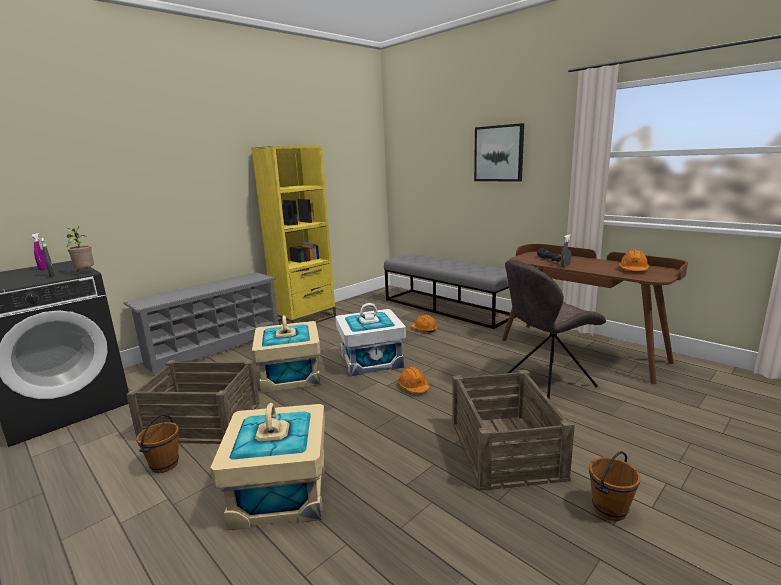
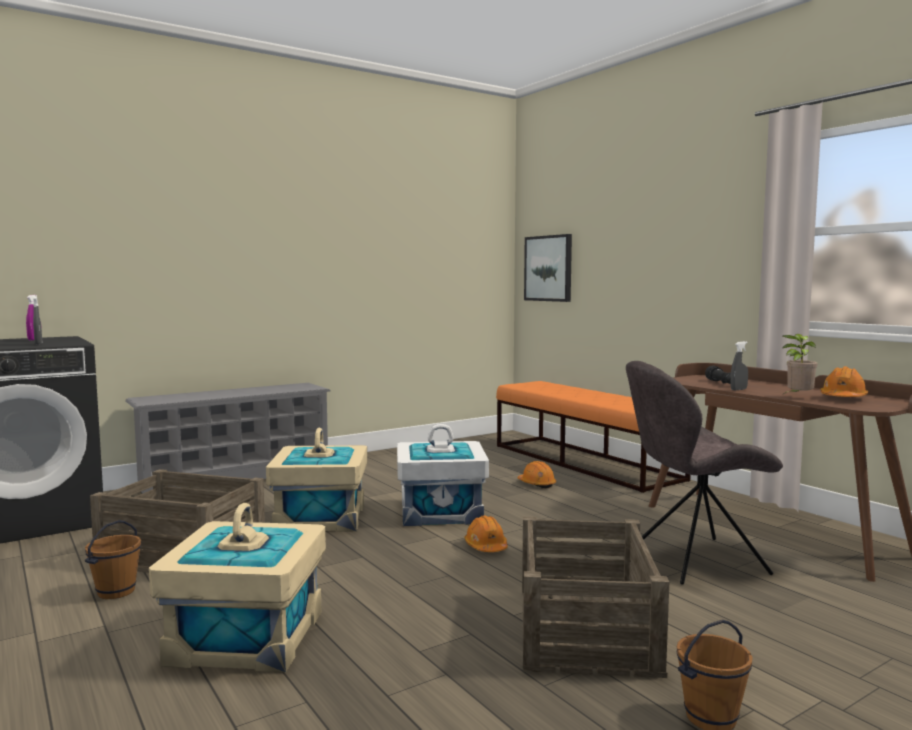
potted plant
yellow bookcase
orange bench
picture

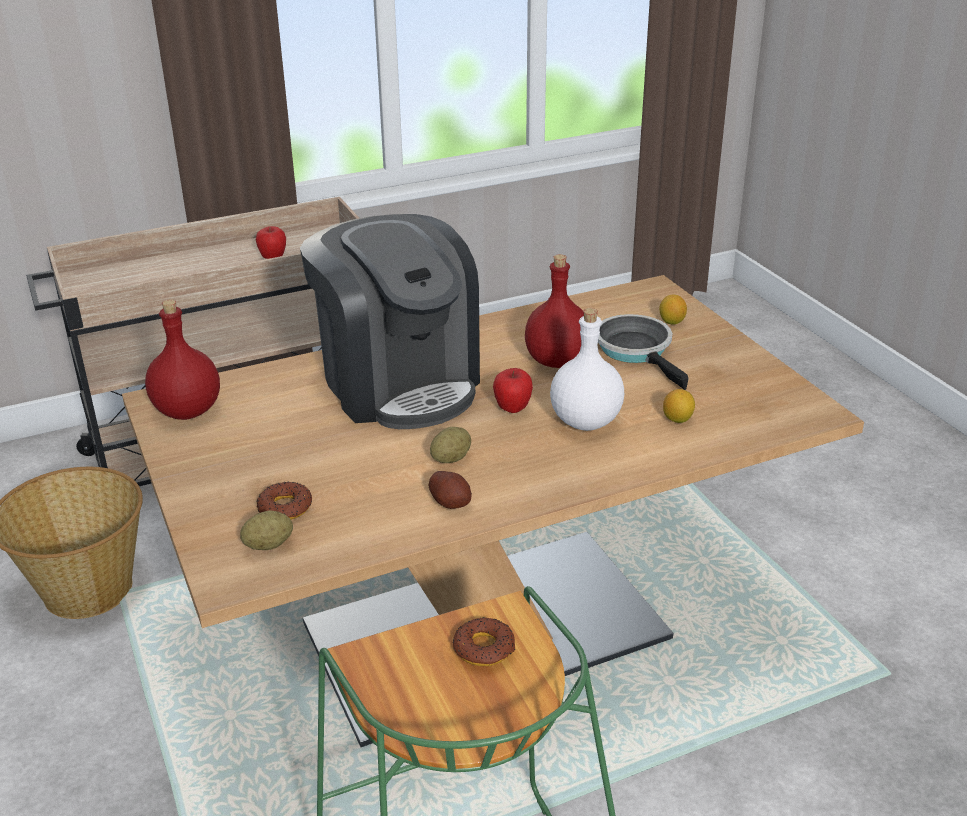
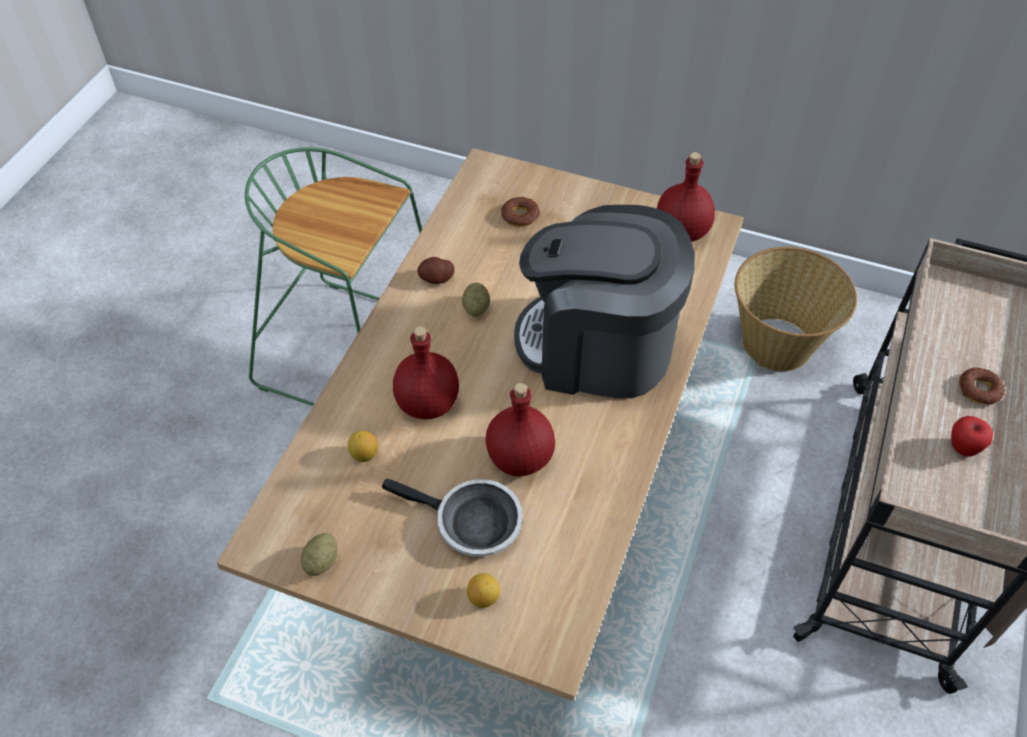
potato (no. 1 from left)
donut (no. 2 from left)
apple (no. 2 from left in the first image)
red bottle (no. 1 from left)

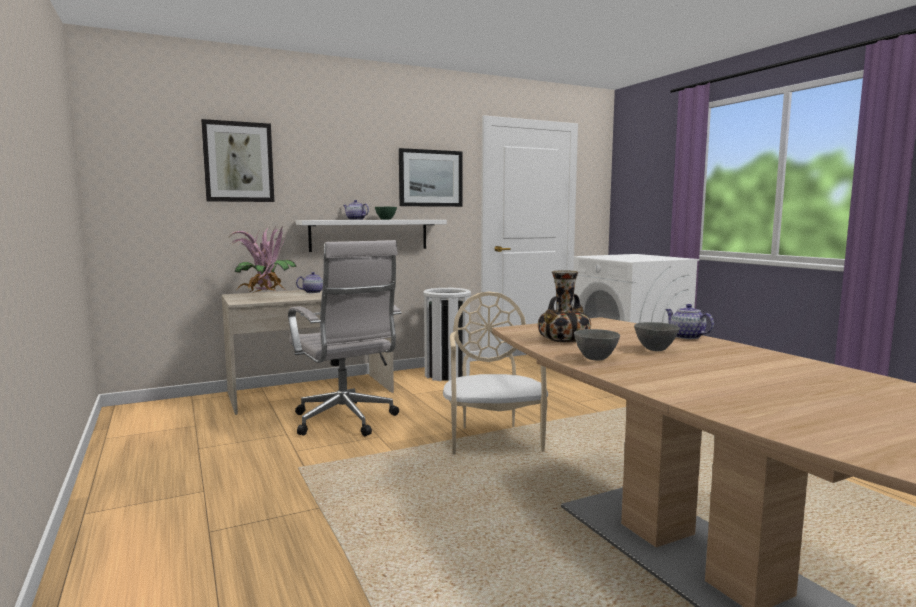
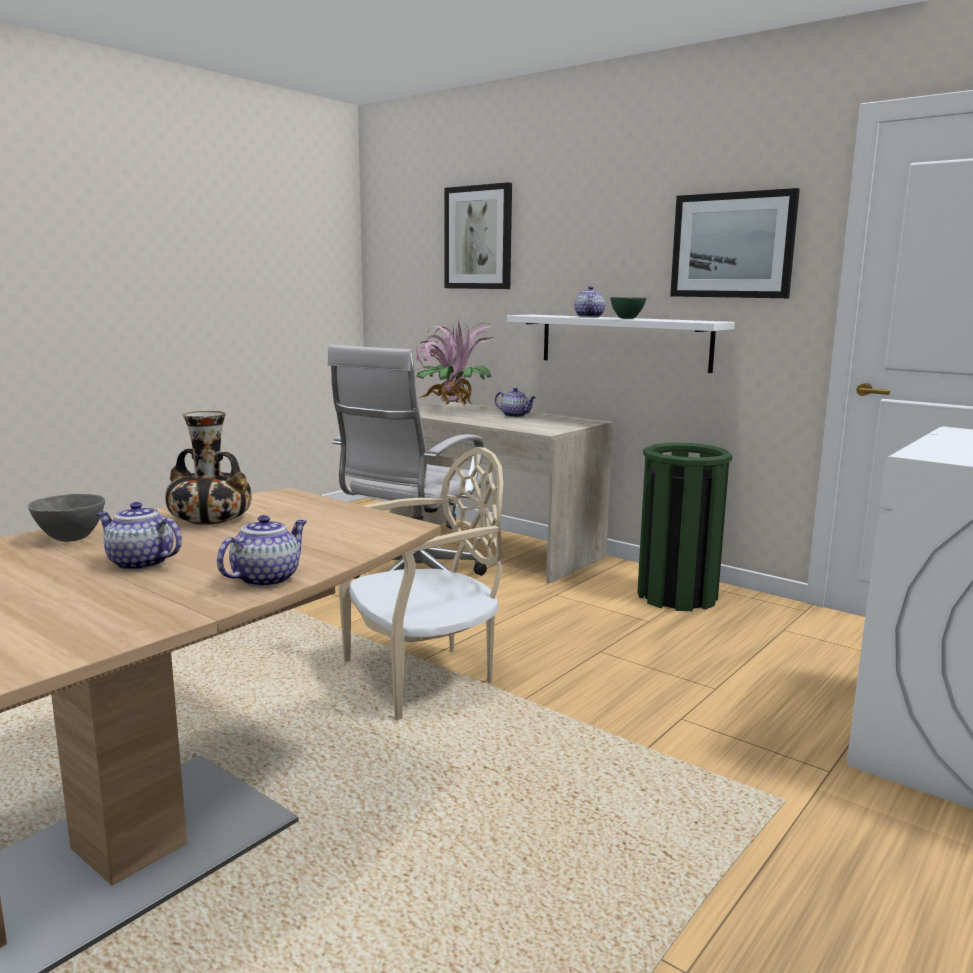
green trash can
teapot (no. 1 from left)

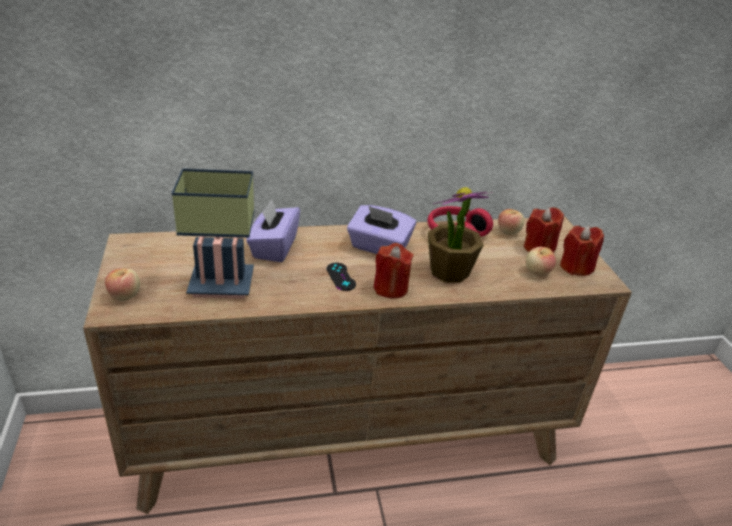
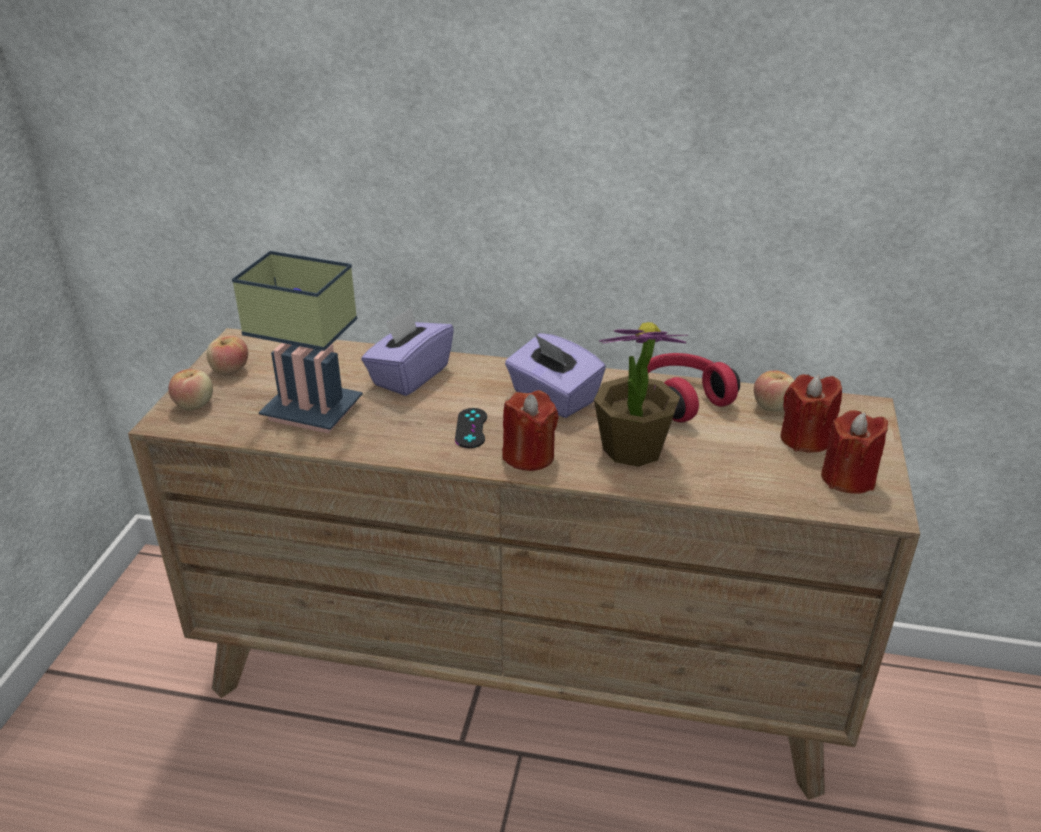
apple (no. 2 from left)

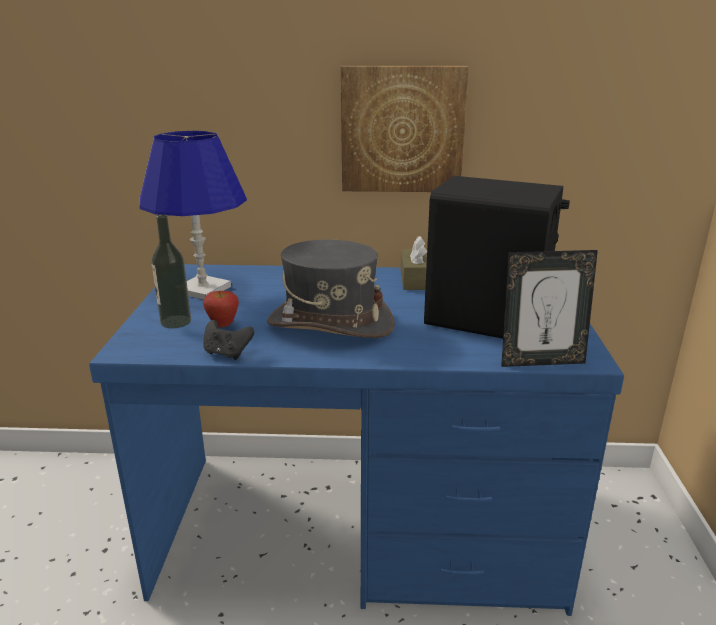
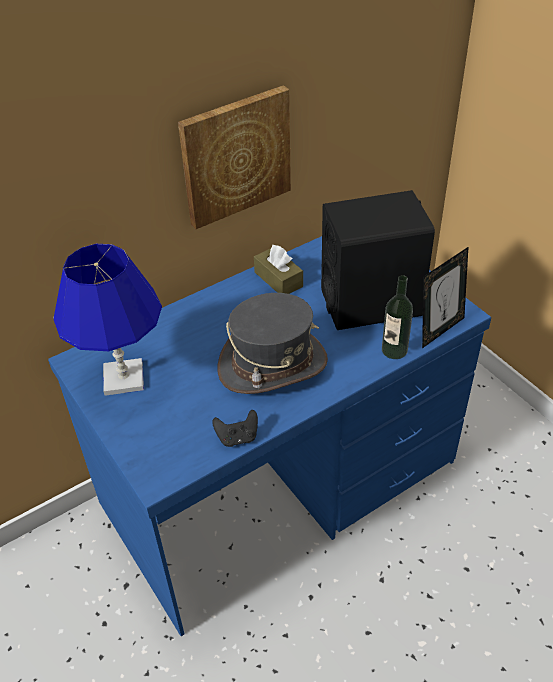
bottle
apple

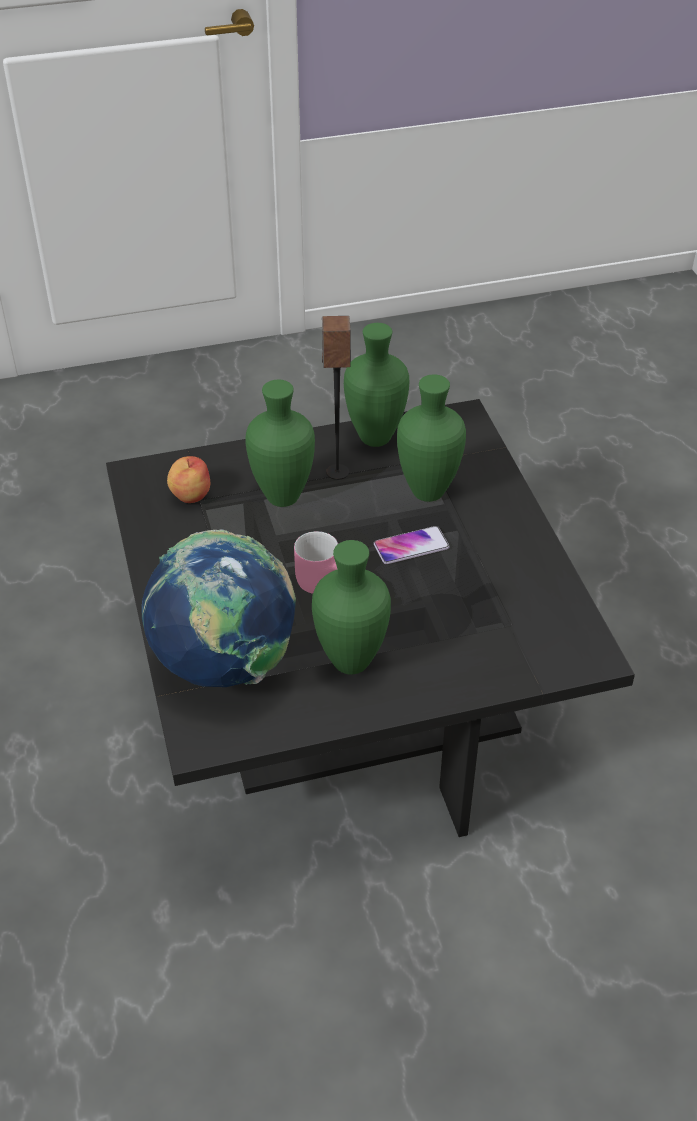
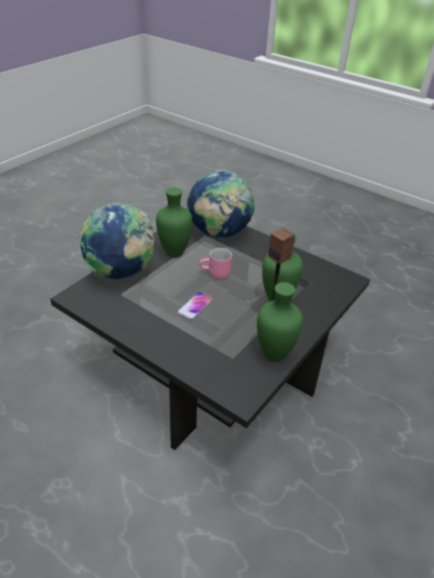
apple
green vase (no. 4 from left in the first image)
globe (no. 1 from left)

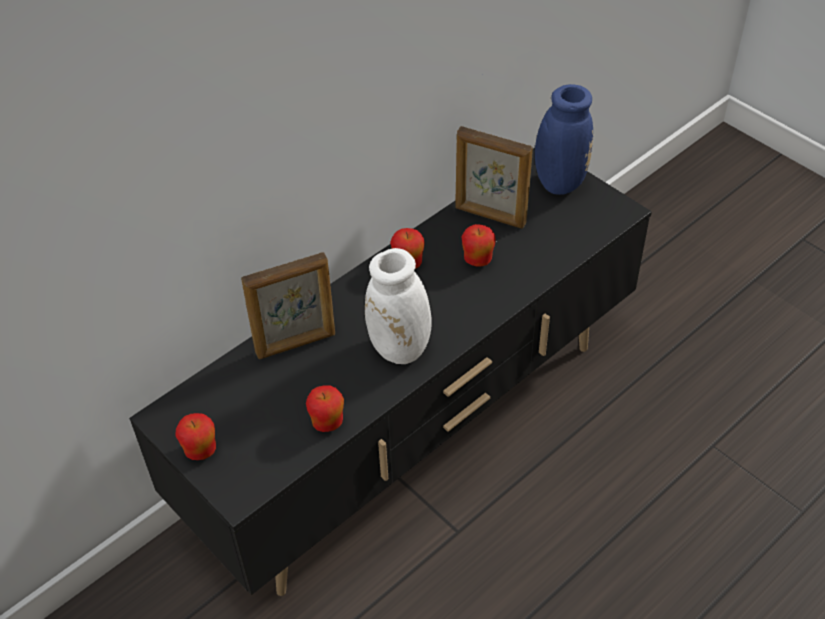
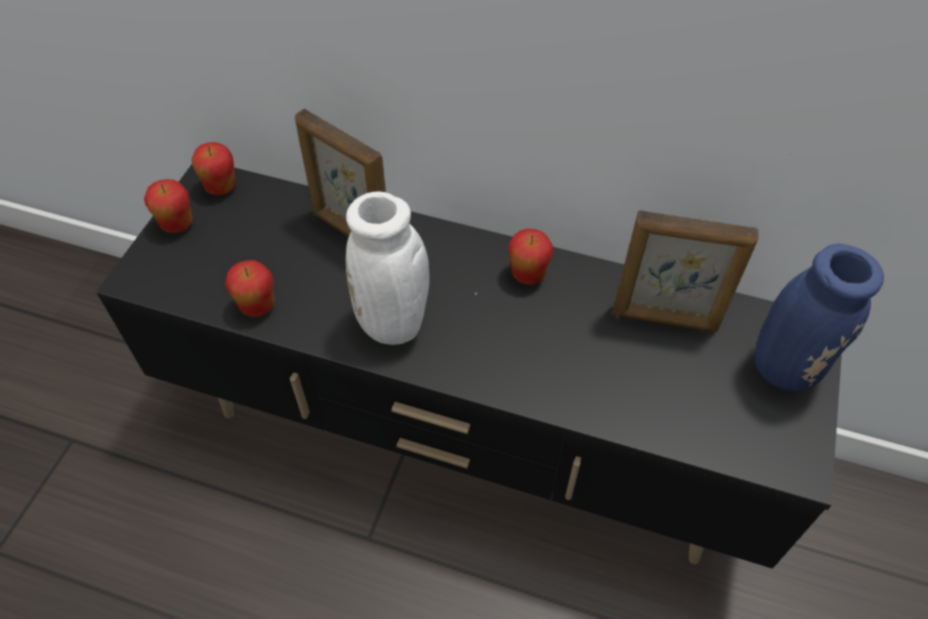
picture frame (no. 2 from left)
apple (no. 2 from left)

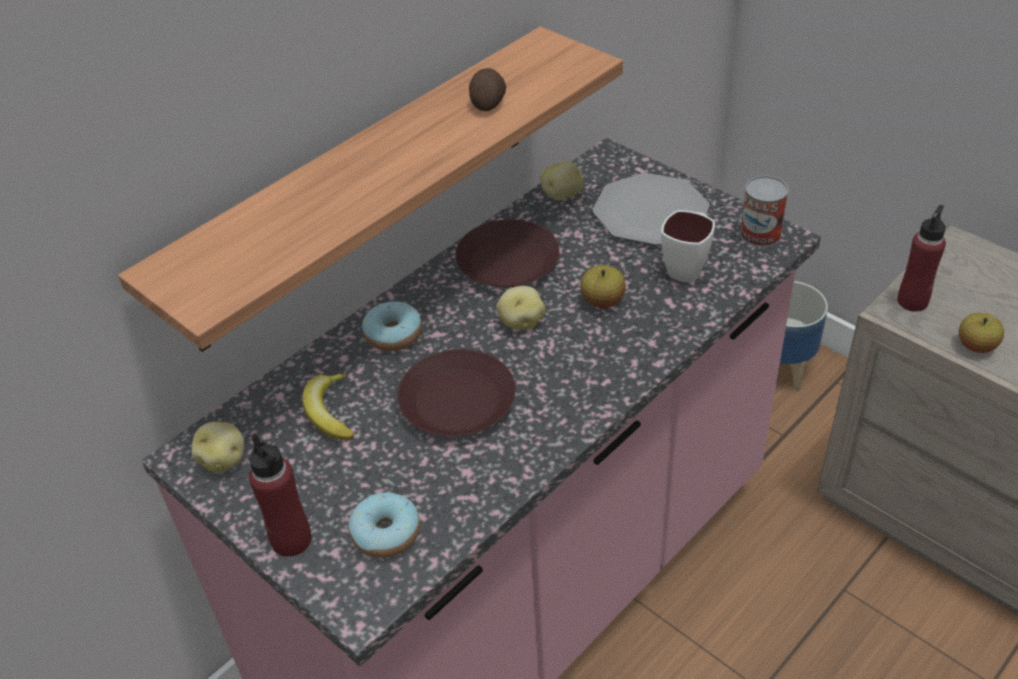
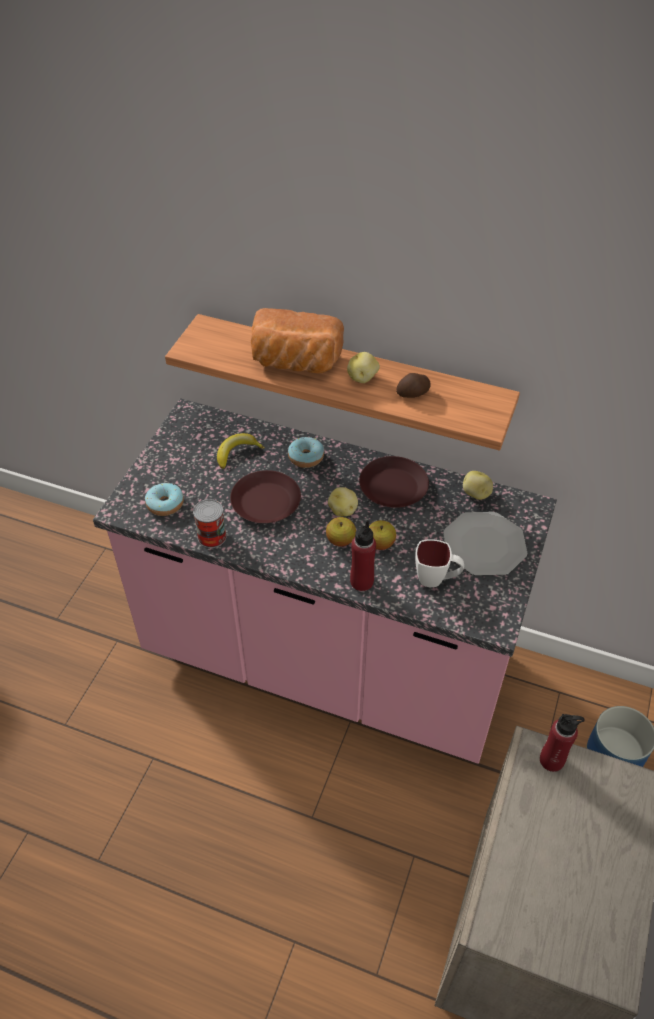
potato (no. 2 from left)
red bottle (no. 1 from left)
can
apple (no. 1 from left)
bread

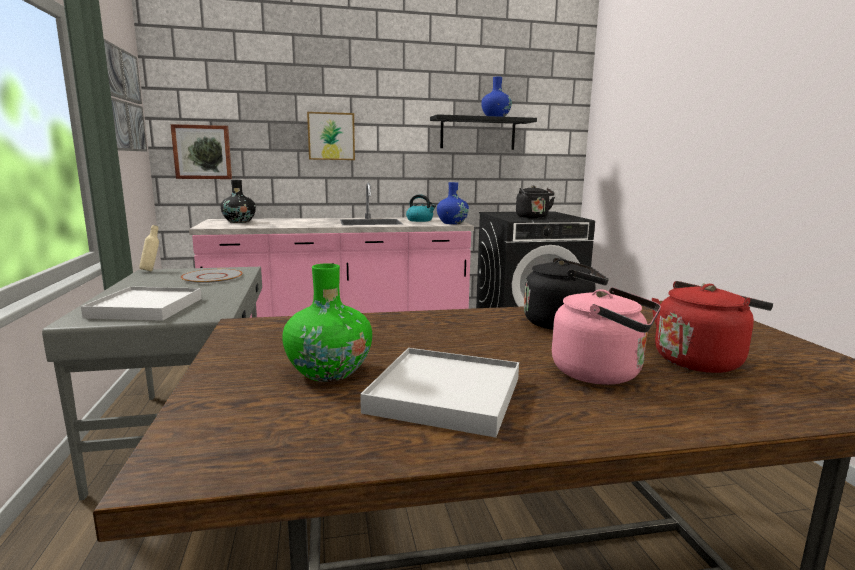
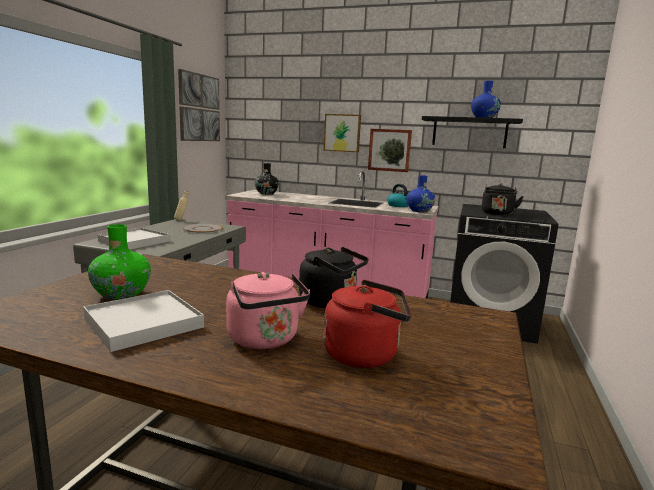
picture (no. 3 from left)

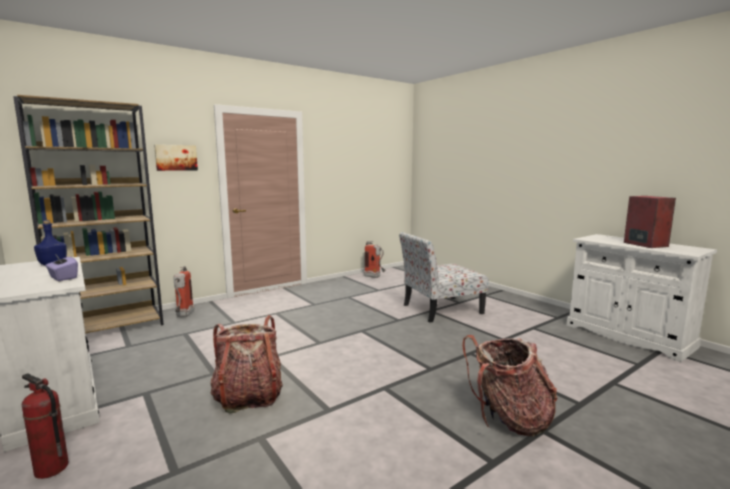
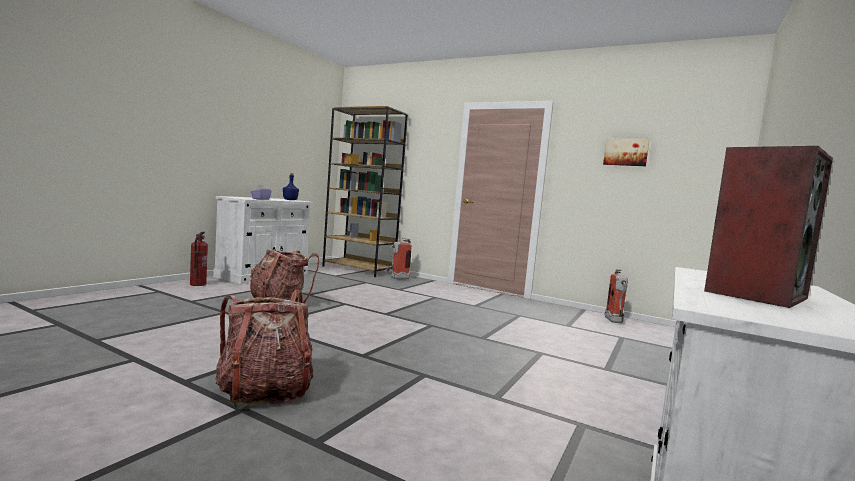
picture
chair

